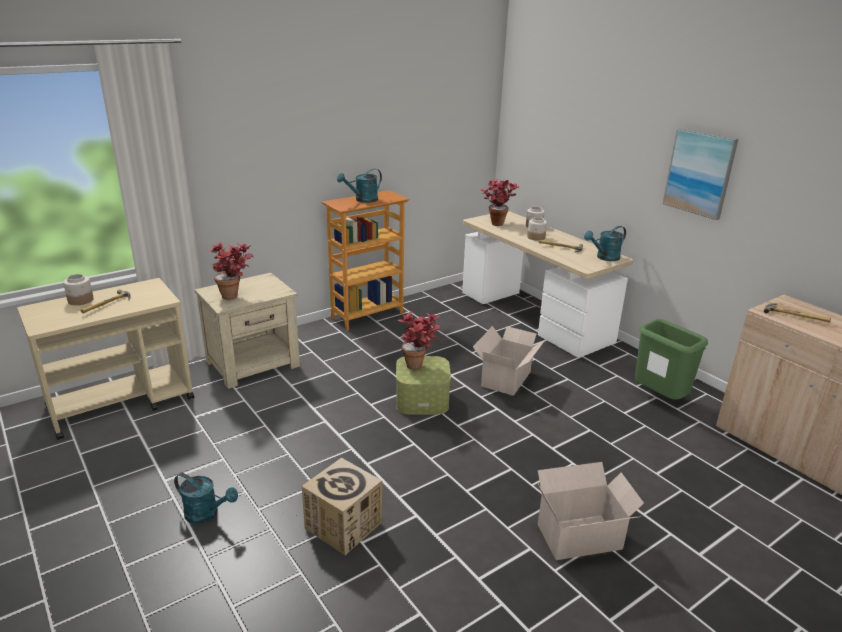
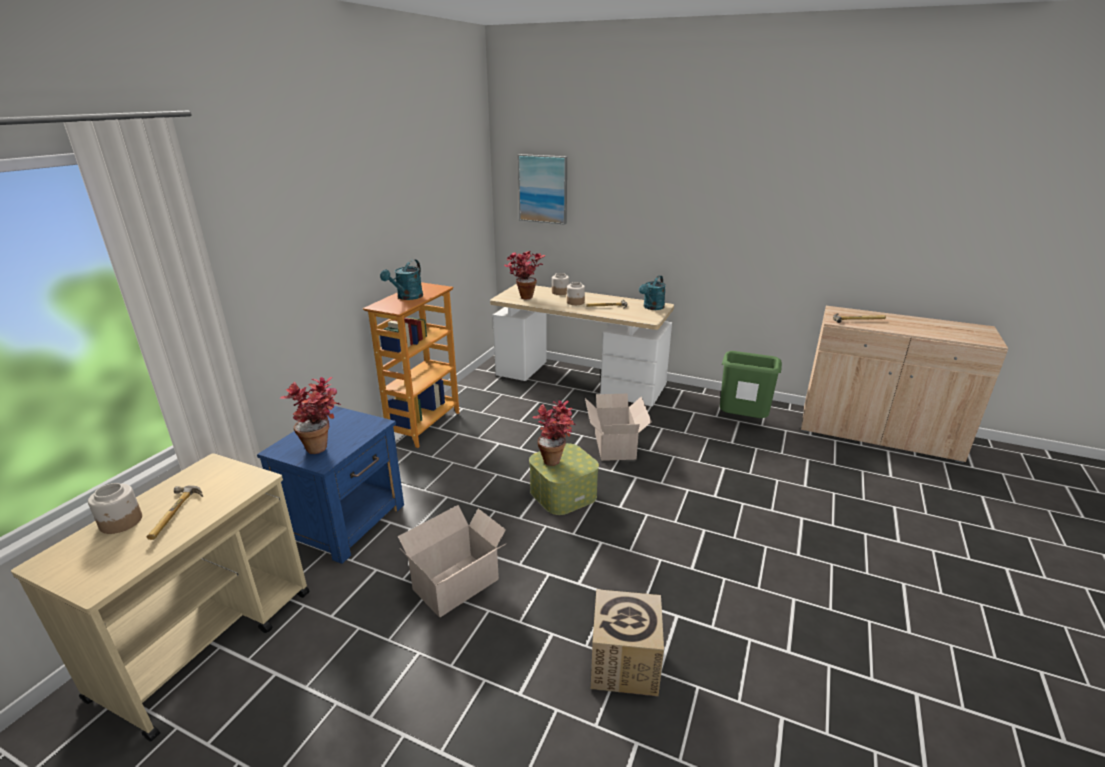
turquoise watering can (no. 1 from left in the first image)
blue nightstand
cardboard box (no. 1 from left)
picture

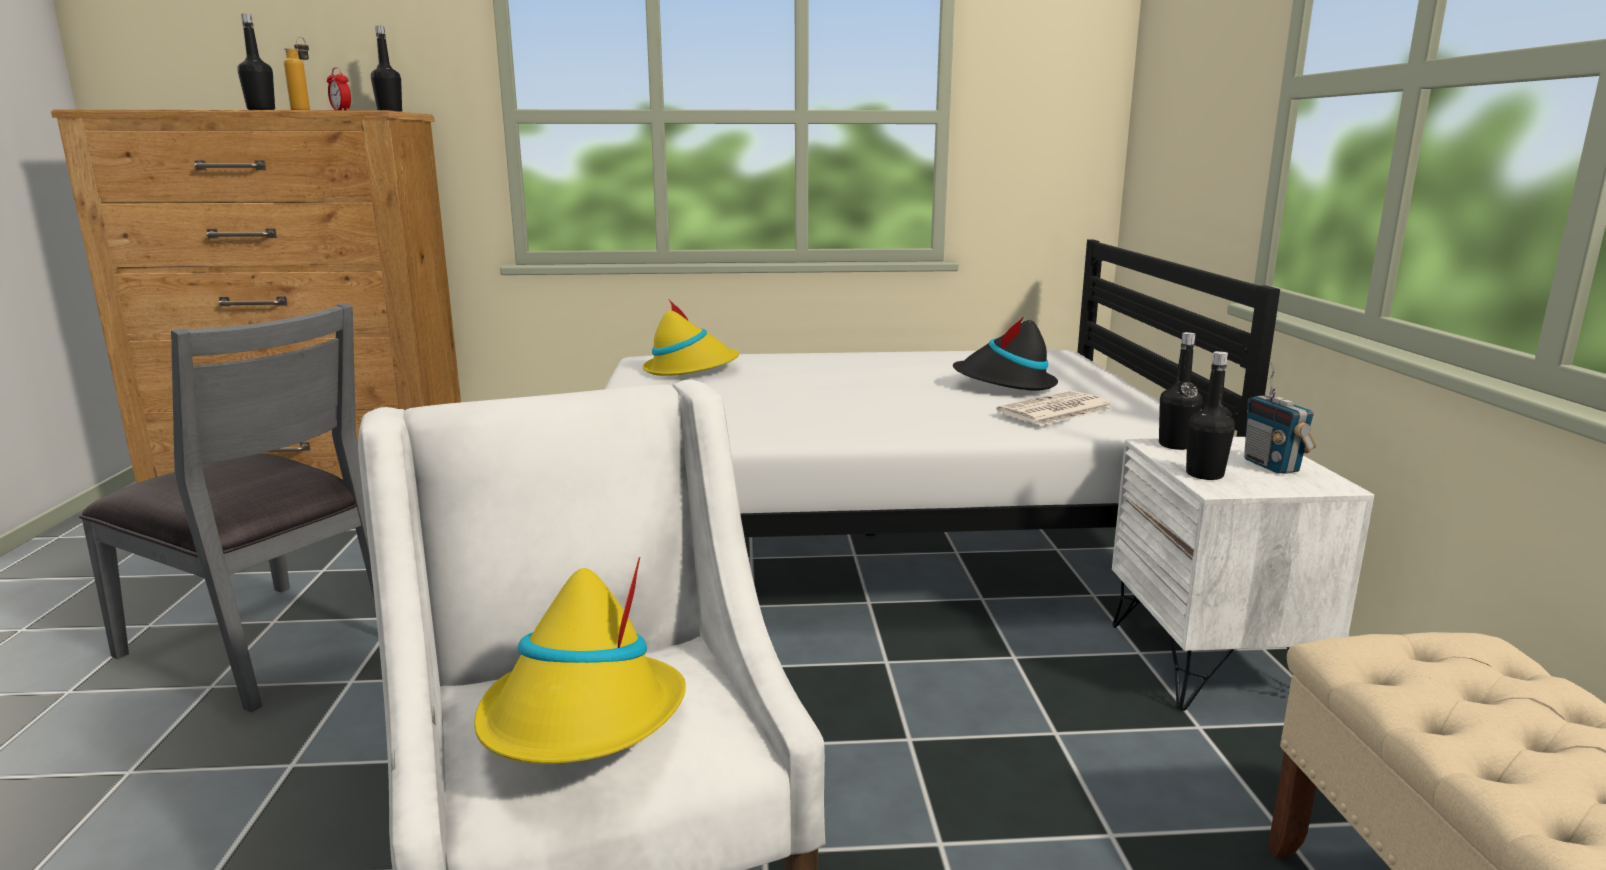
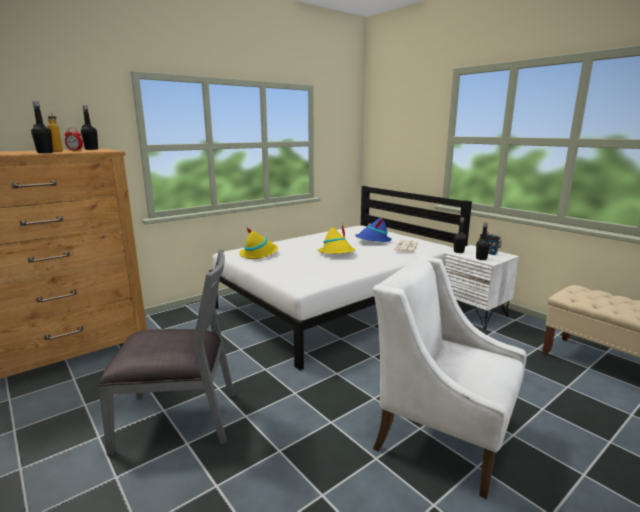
yellow hat (no. 2 from left)
blue hat

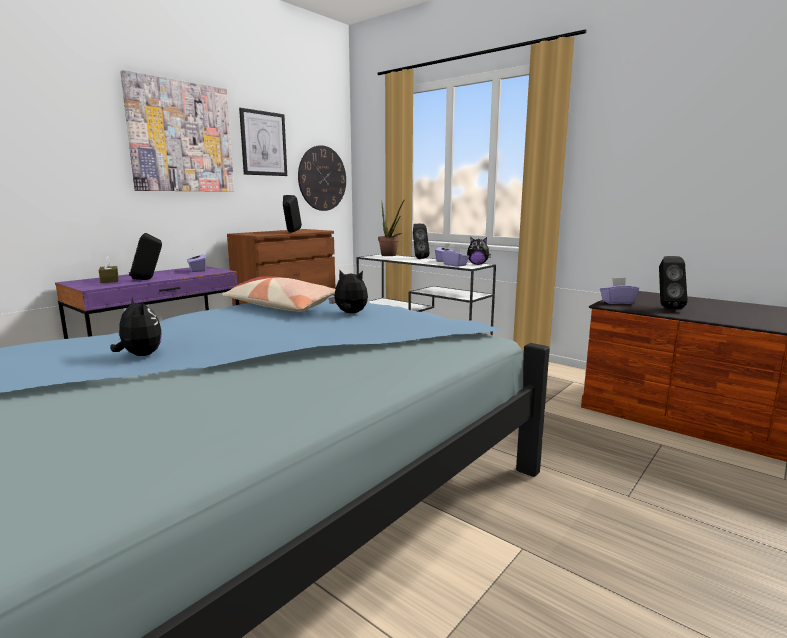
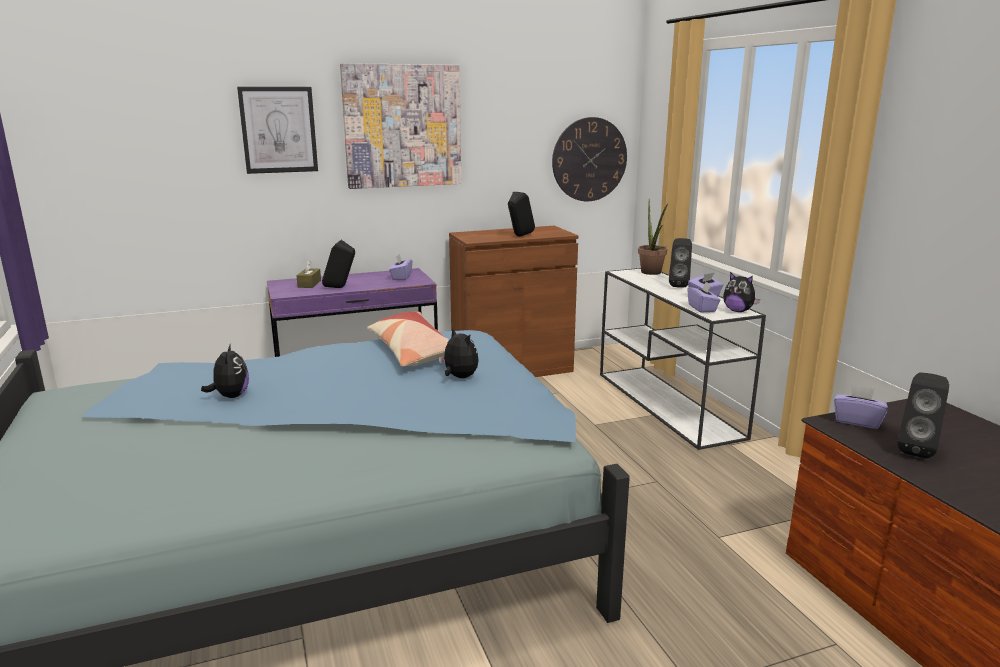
picture (no. 1 from left)

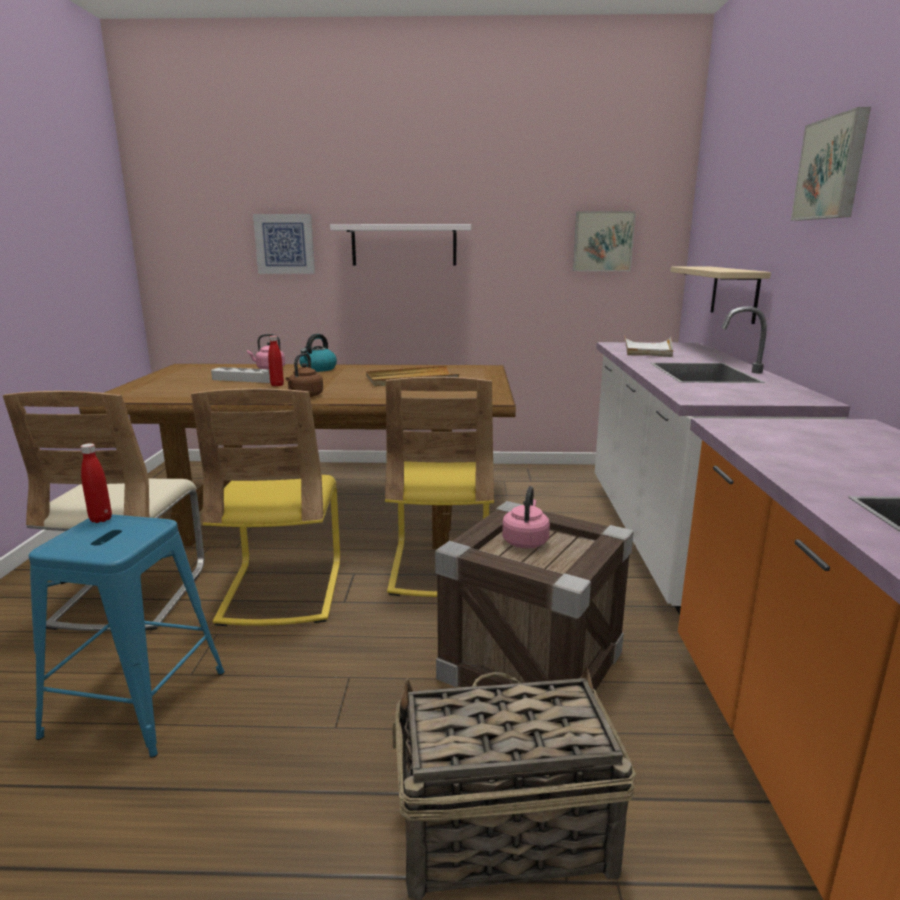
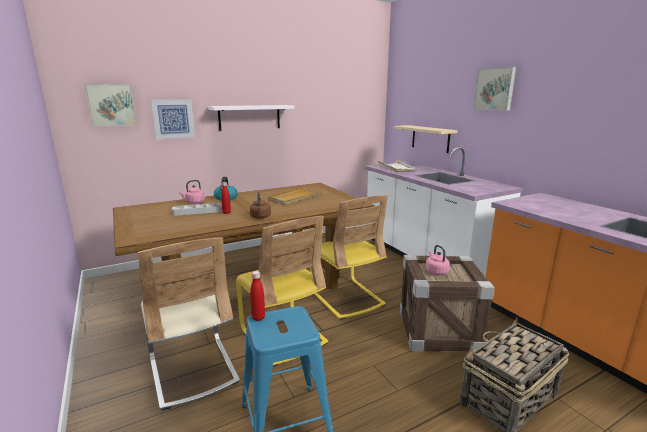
picture (no. 1 from left)

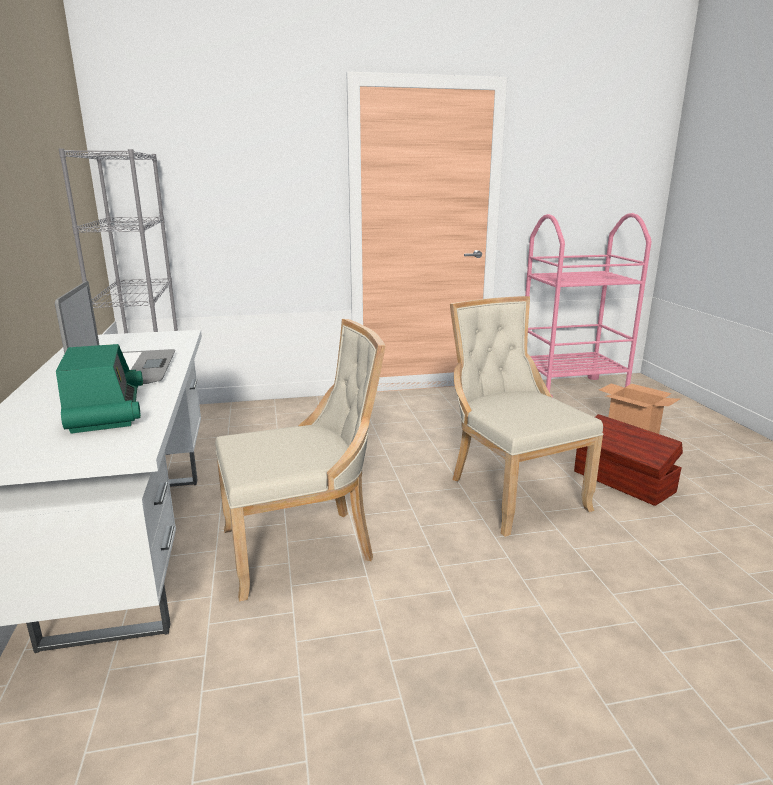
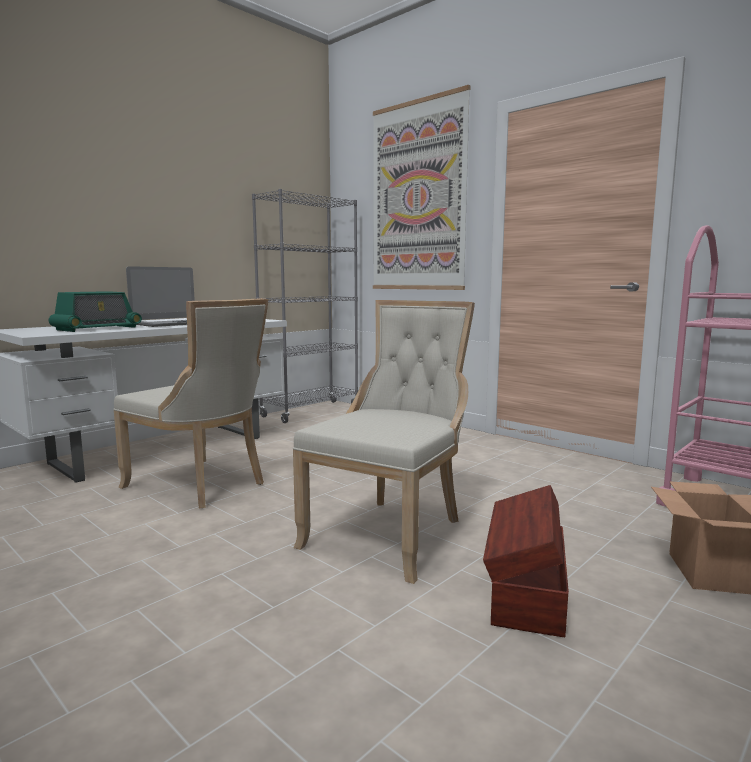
picture

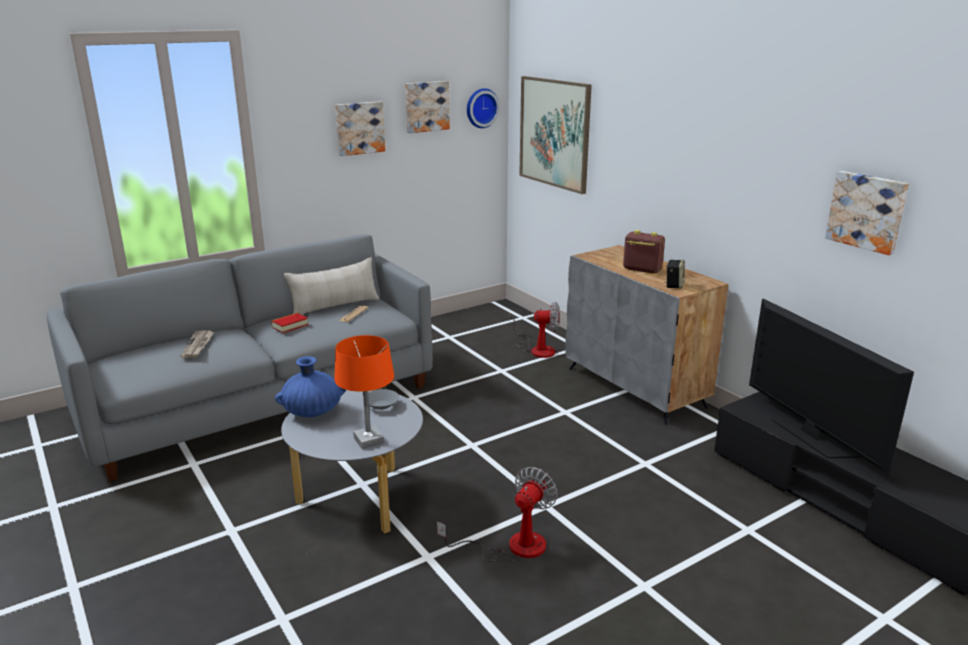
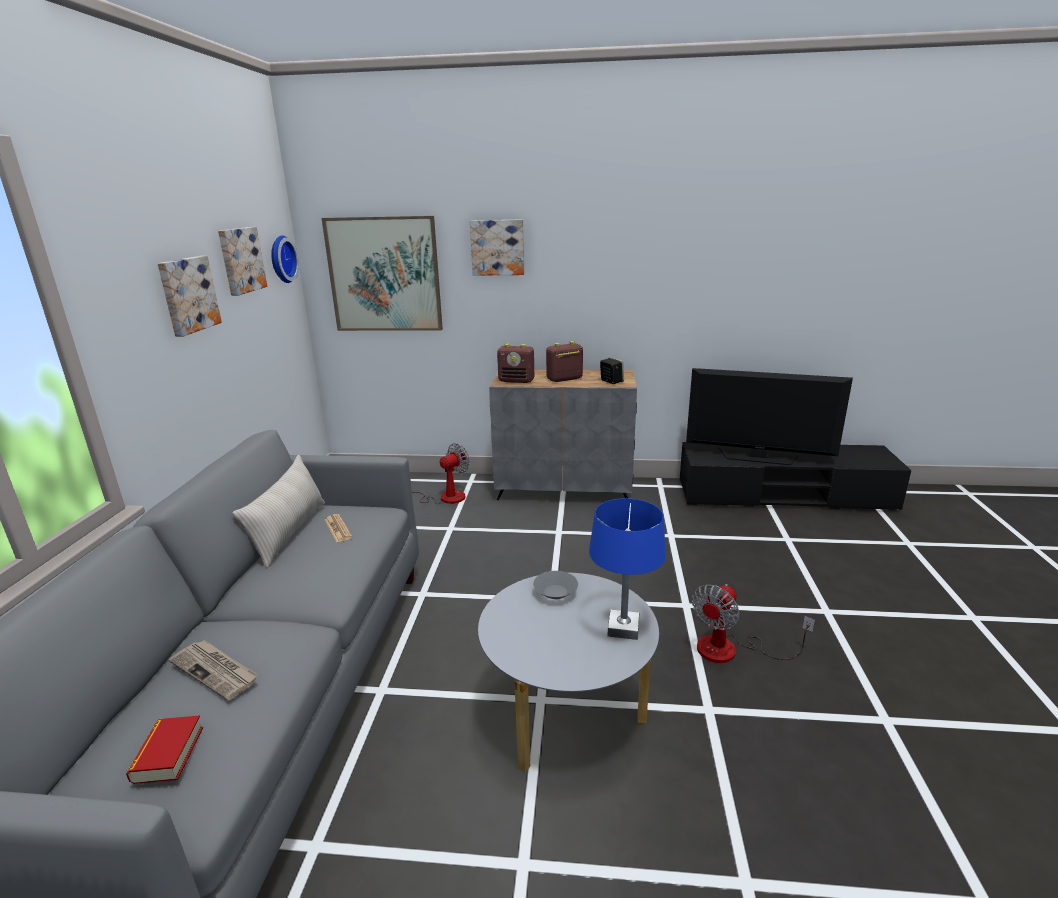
book
blue vase
blue table lamp
fan (no. 2 from left)
picture (no. 4 from left)
radio (no. 1 from left)

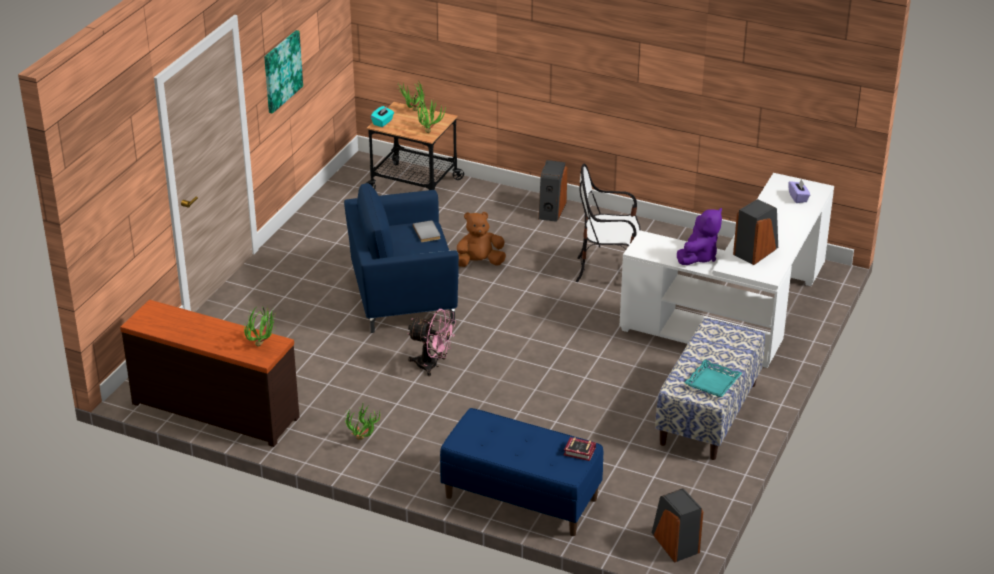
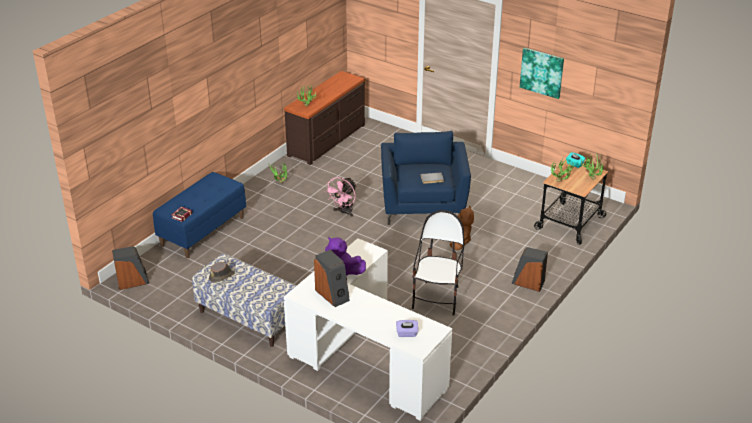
brown hat

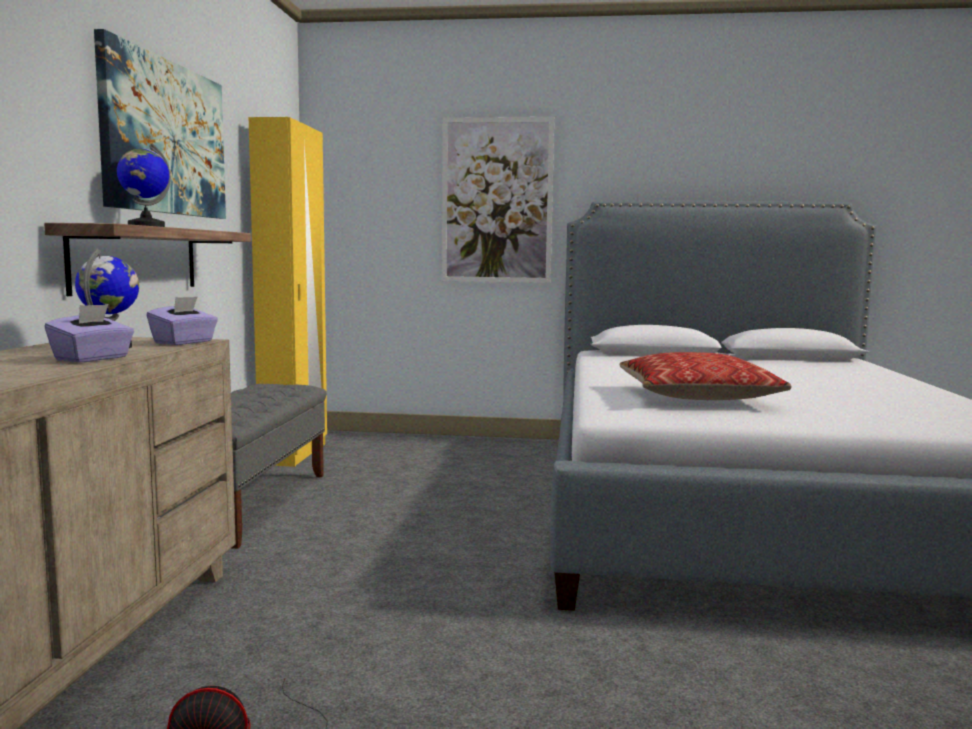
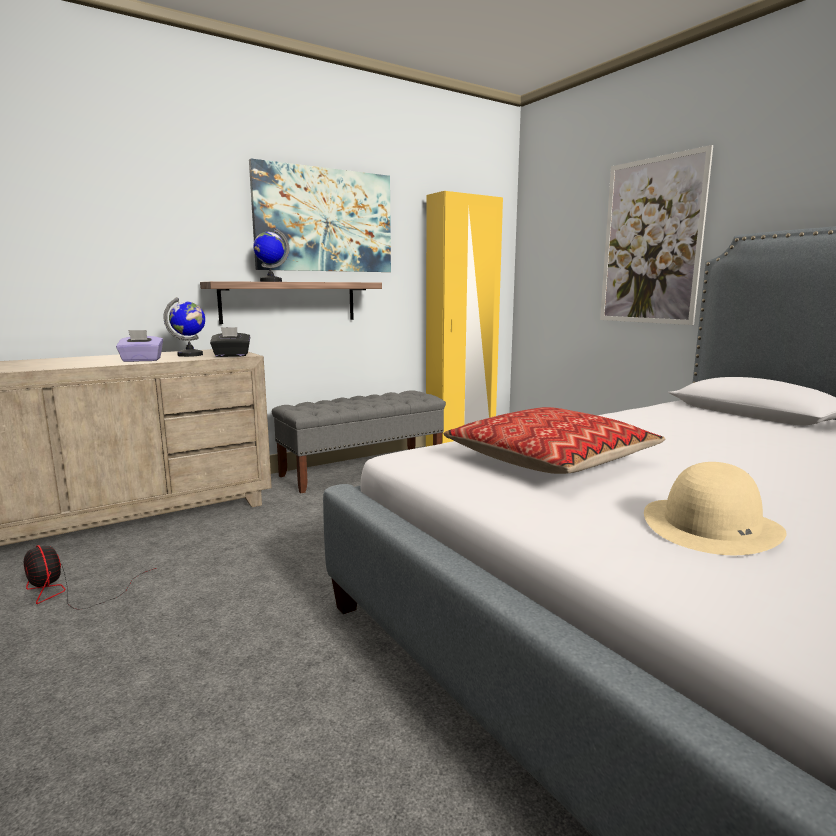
black tissue box
beige hat

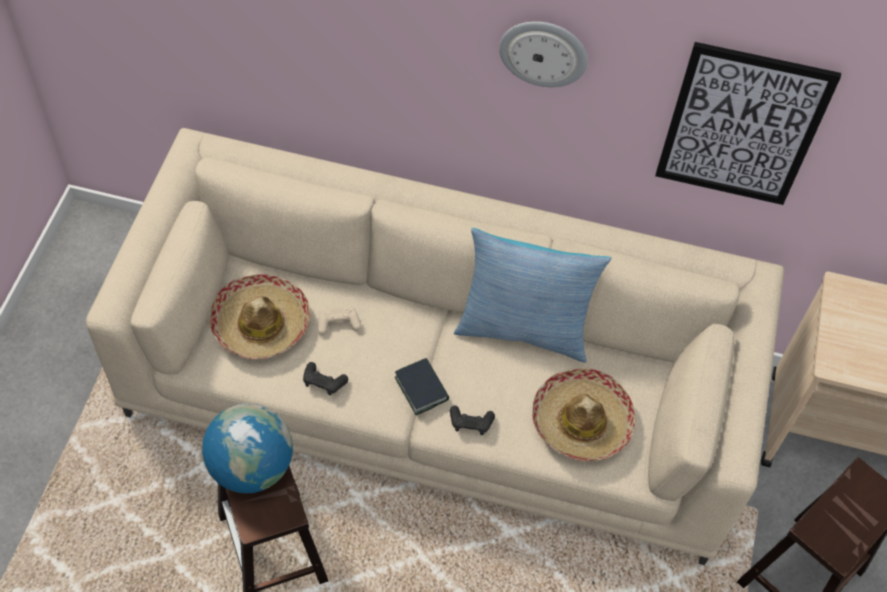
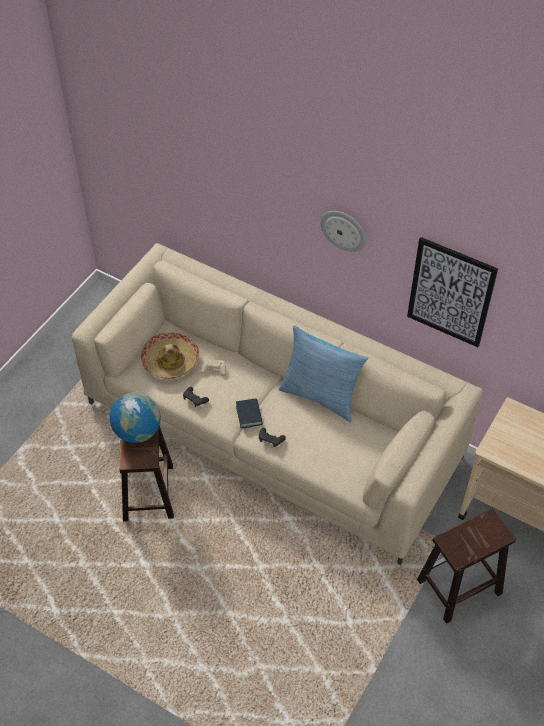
hat (no. 2 from left in the first image)

